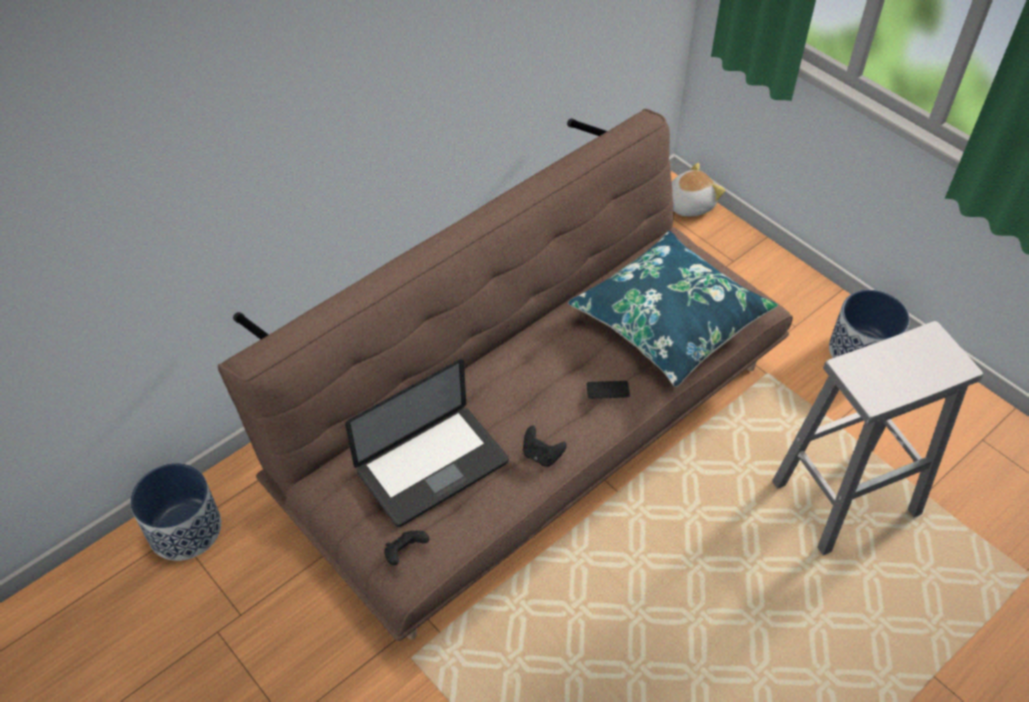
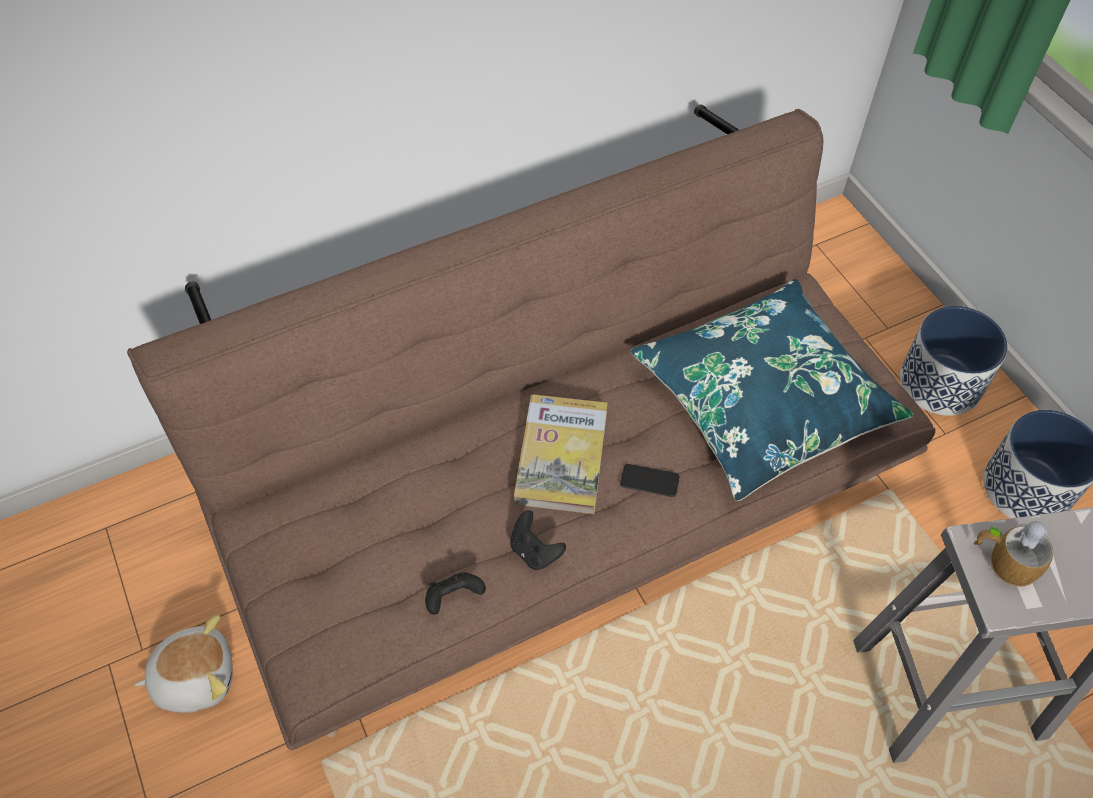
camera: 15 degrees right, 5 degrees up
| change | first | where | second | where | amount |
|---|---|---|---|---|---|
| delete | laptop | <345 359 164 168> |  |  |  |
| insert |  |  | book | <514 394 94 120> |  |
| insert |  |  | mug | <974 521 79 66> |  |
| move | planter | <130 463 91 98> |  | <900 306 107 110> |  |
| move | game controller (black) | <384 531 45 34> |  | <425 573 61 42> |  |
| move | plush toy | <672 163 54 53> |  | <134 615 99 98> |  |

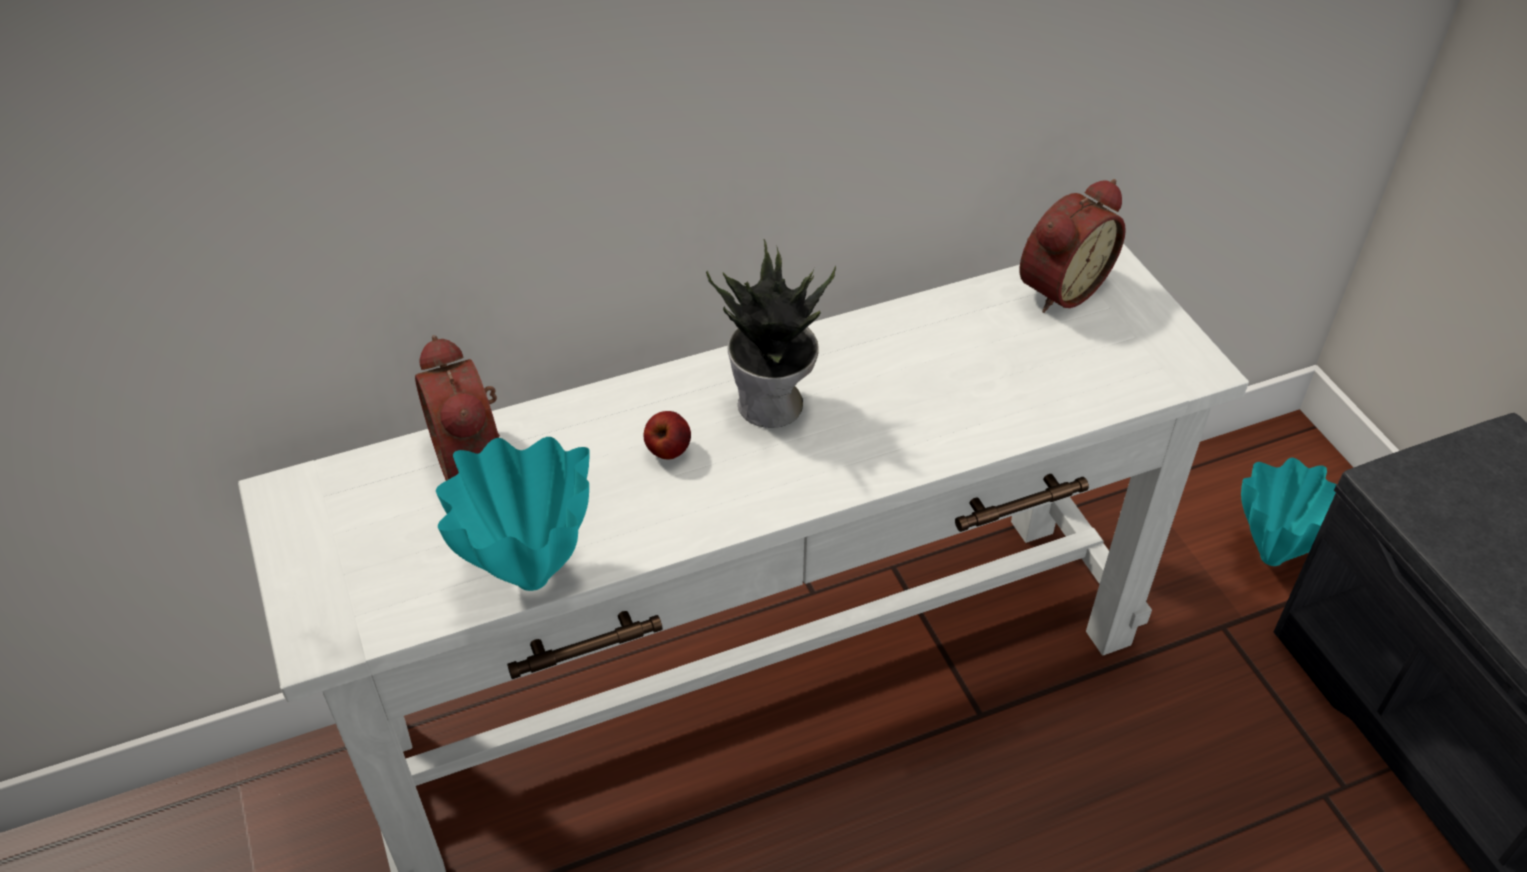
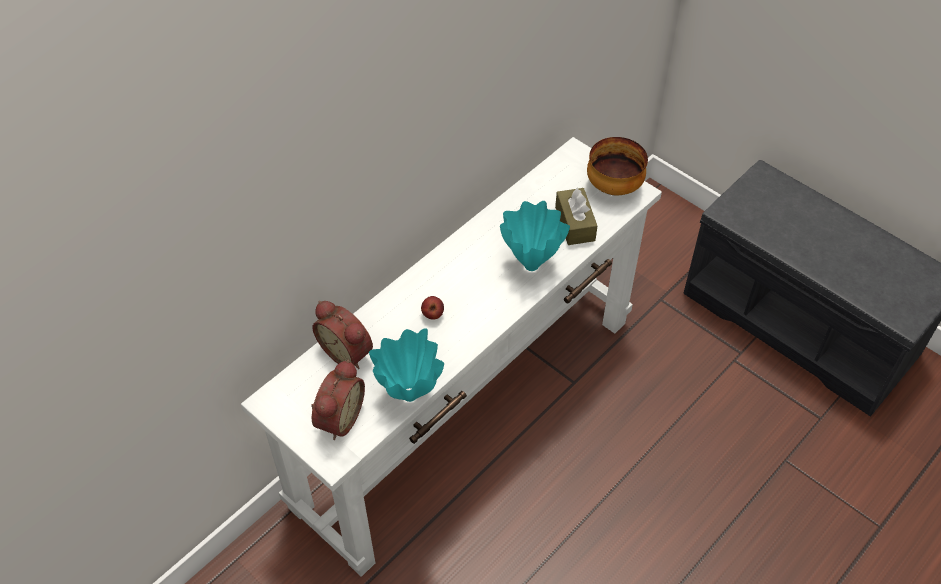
camera: 25 degrees left, 5 degrees up
| change | first | where | second | where | amount |
|---|---|---|---|---|---|
| delete | potted plant | <706 239 130 189> |  |  |  |
| insert |  |  | tissue box (brown) | <555 188 42 57> |  |
| insert |  |  | bowl | <587 137 61 58> |  |
| move | alarm clock | <1020 179 106 134> |  | <311 360 54 80> |  |
| move | vase (turquoise) | <1241 458 96 108> |  | <500 201 70 70> |  |

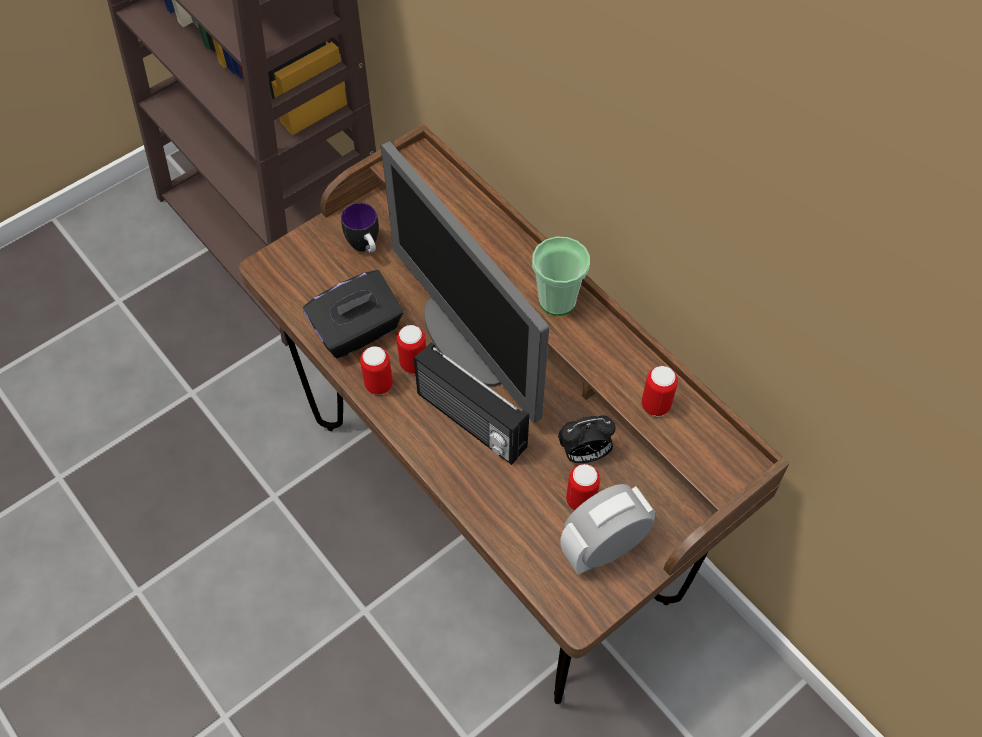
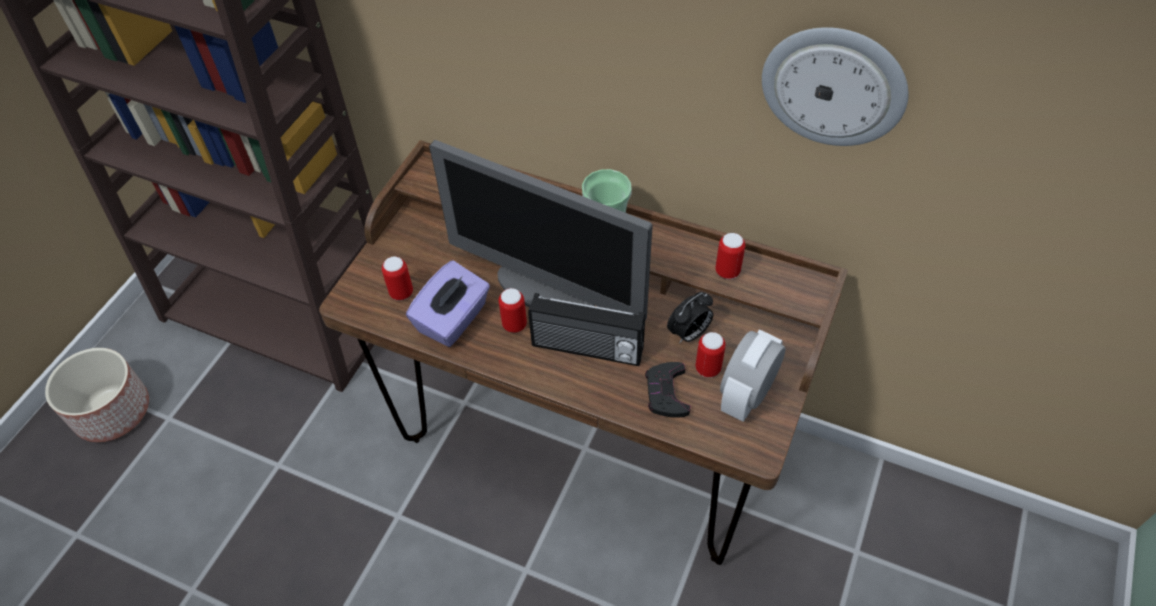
camera: 25 degrees left, 5 degrees down
| change | first | where | second | where | amount |
|---|---|---|---|---|---|
| delete | mug | <341 203 38 50> |  |  |  |
| insert |  |  | planter | <45 348 104 94> |  |
| insert |  |  | game controller (black) | <645 362 45 56> |  |
| insert |  |  | wall clock | <762 27 147 119> |  |
| move | can | <360 346 33 48> |  | <382 256 31 44> |  |
| recolor | tissue box (black) | <303 270 100 89> | tissue box (purple) | <406 260 84 87> |  |

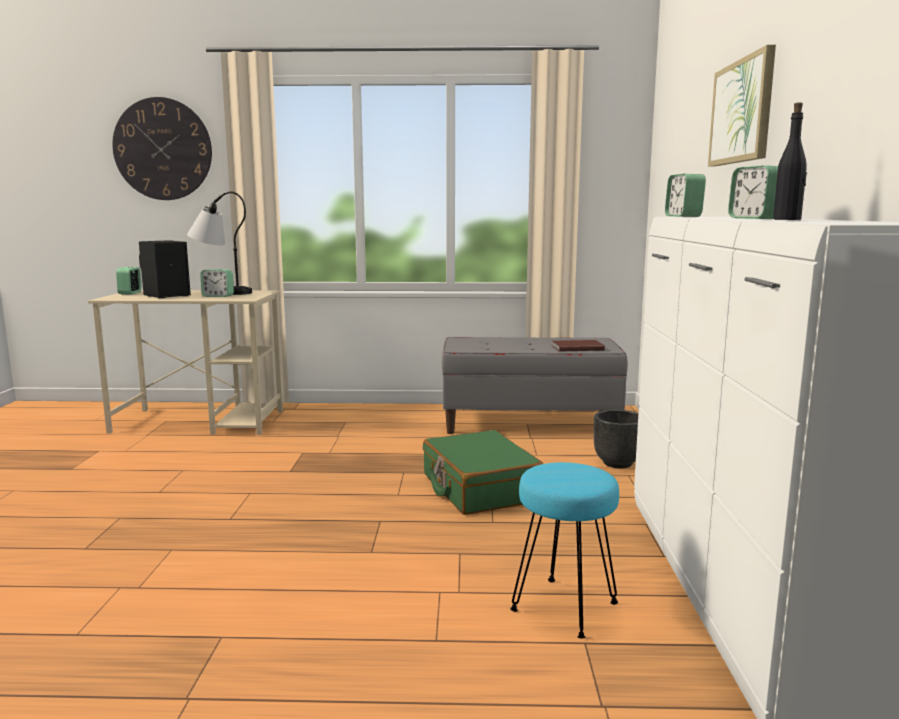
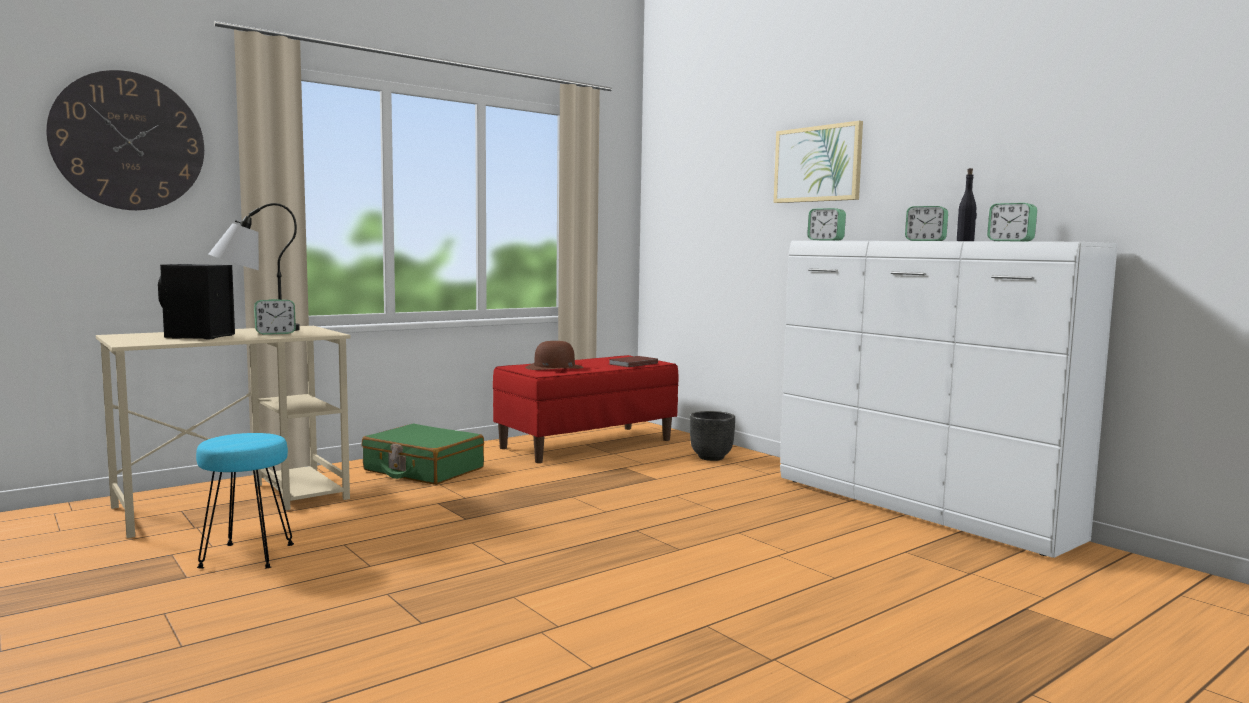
camera: 40 degrees left, 5 degrees down
| change | first | where | second | where | amount |
|---|---|---|---|---|---|
| insert |  |  | hat (brown) | <525 341 59 29> |  |
| move | alarm clock | <116 267 25 27> |  | <987 203 50 38> |  |
| move | suitcase (green) | <423 430 120 85> |  | <361 423 123 62> |  |
| move | stool (turquoise) | <510 462 109 177> |  | <196 433 98 136> |  |
| recolor | bench (grey) | <442 337 186 97> | bench (red) | <493 355 185 108> |  |

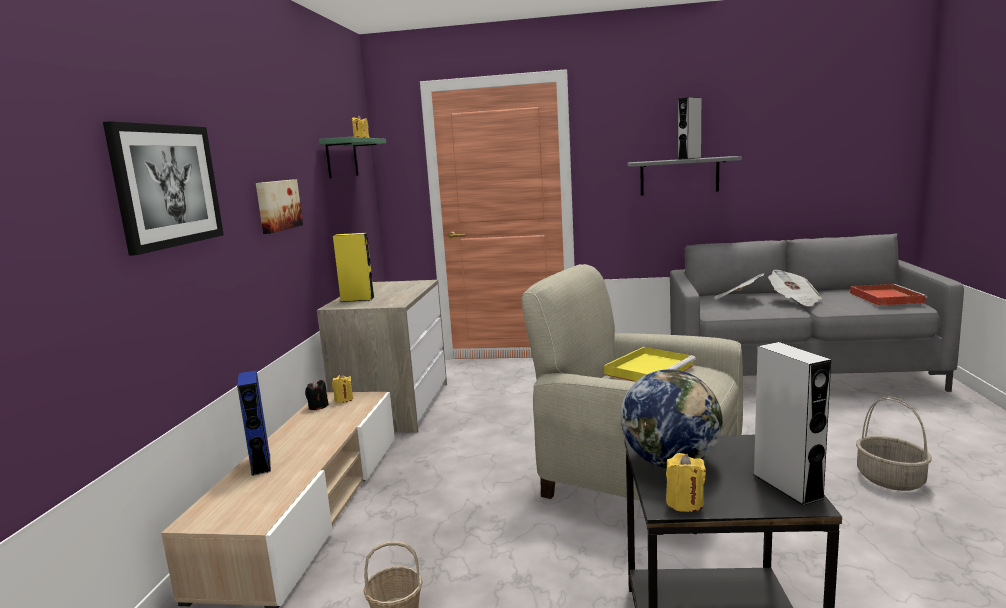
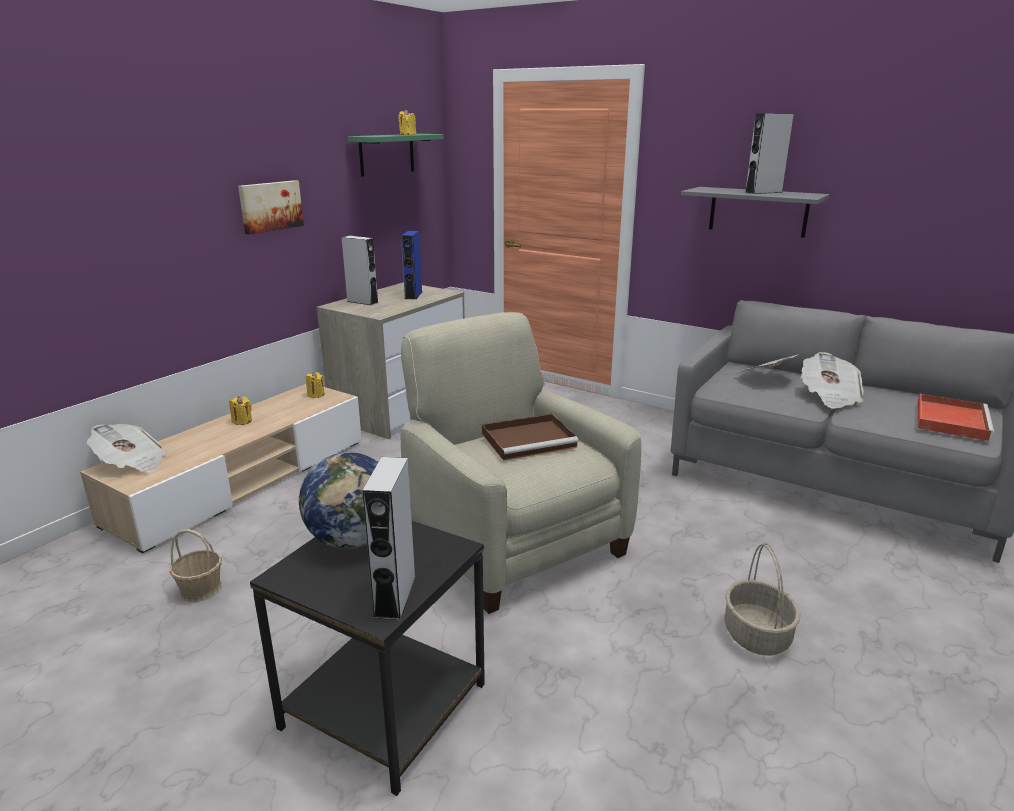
camera: 25 degrees right, 10 degrees up
| change | first | where | second | where | amount |
|---|---|---|---|---|---|
| delete | picture | <103 121 121 135> |  |  |  |
| delete | candle (black) | <305 380 24 30> |  |  |  |
| insert |  |  | newspaper | <87 424 80 49> |  |
| move | speaker (blue) | <237 370 34 106> |  | <401 231 21 68> |  |
| move | candle (yellow) | <666 453 40 59> |  | <229 396 23 29> |  |
| recolor | speaker (yellow) | <333 233 42 69> | speaker (grey) | <342 236 37 69> |  |
| recolor | tray (yellow) | <604 347 92 35> | tray (brown) | <482 414 97 47> |  |

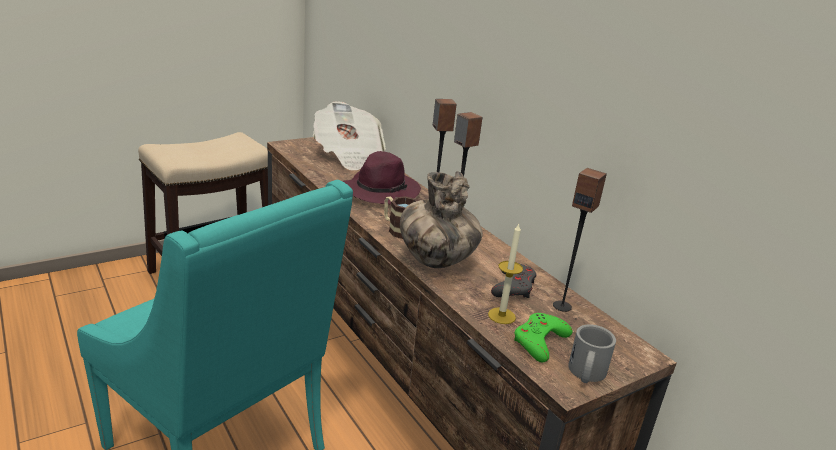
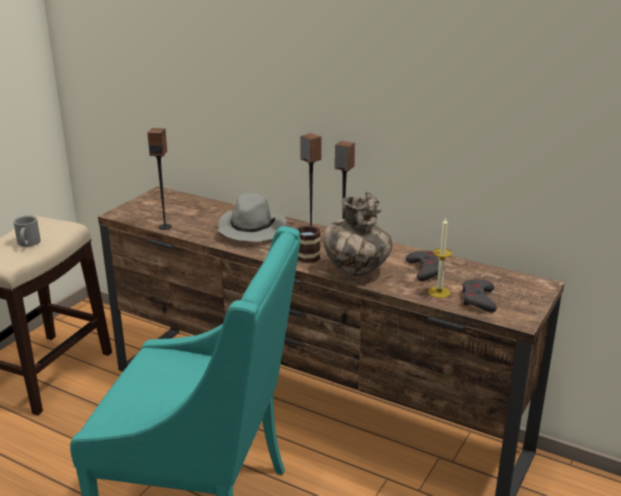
camera: 25 degrees left, 0 degrees up
| change | first | where | second | where | amount |
|---|---|---|---|---|---|
| delete | newspaper | <313 102 73 69> |  |  |  |
| move | speaker | <553 168 54 144> |  | <147 128 25 102> |  |
| move | mug (grey) | <568 324 48 59> |  | <13 216 28 31> |  |
| recolor | hat (purple) | <343 151 78 53> | hat (grey) | <217 193 69 49> |  |
| recolor | game controller (green) | <514 313 59 49> | game controller (grey) | <462 279 35 34> |  |

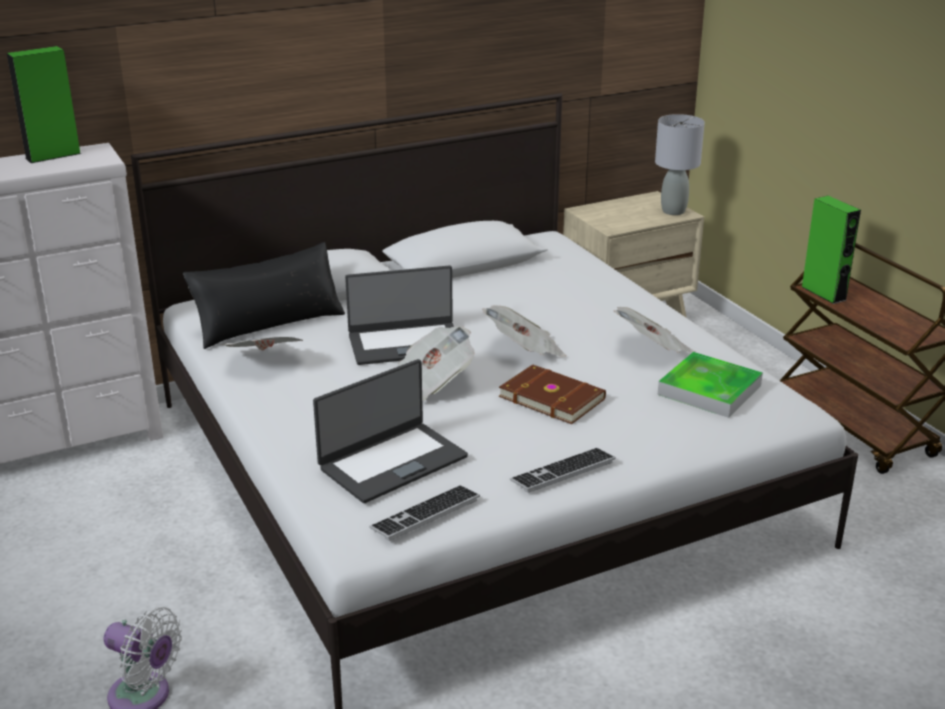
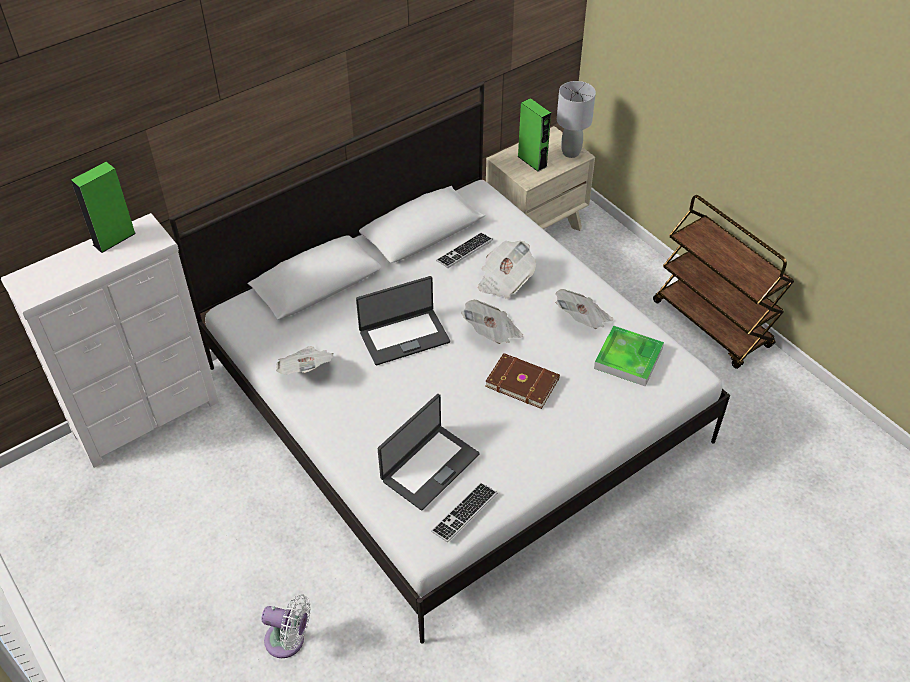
camera: 10 degrees left, 20 degrees up
| change | first | where | second | where | amount |
|---|---|---|---|---|---|
| delete | pillow (black) | <183 242 162 107> |  |  |  |
| move | newspaper | <398 326 77 75> |  | <478 241 58 57> |  |
| move | keyboard | <510 448 106 45> |  | <436 233 57 35> |  |
| move | speaker (green) | <802 196 59 108> |  | <517 98 34 74> |  |

